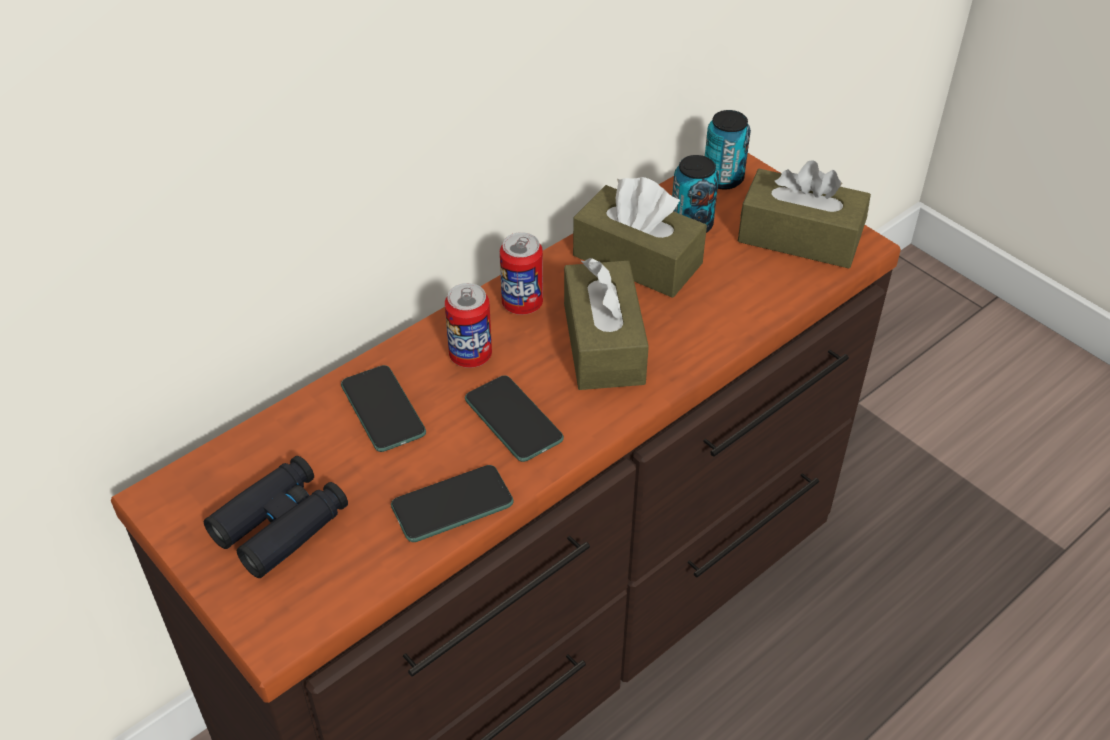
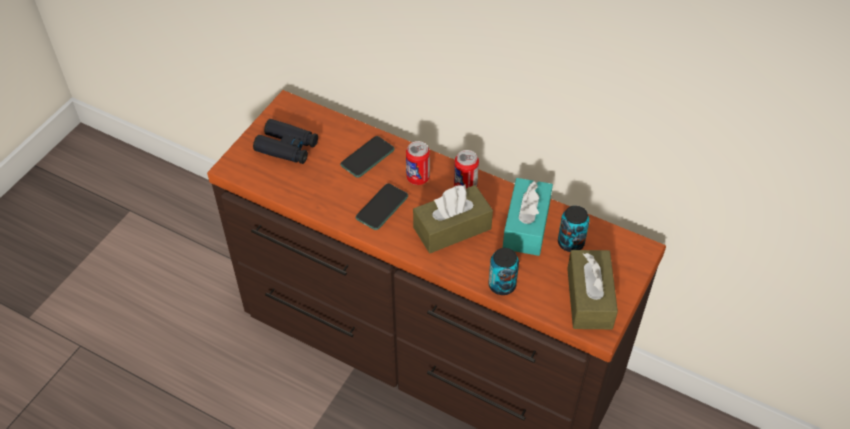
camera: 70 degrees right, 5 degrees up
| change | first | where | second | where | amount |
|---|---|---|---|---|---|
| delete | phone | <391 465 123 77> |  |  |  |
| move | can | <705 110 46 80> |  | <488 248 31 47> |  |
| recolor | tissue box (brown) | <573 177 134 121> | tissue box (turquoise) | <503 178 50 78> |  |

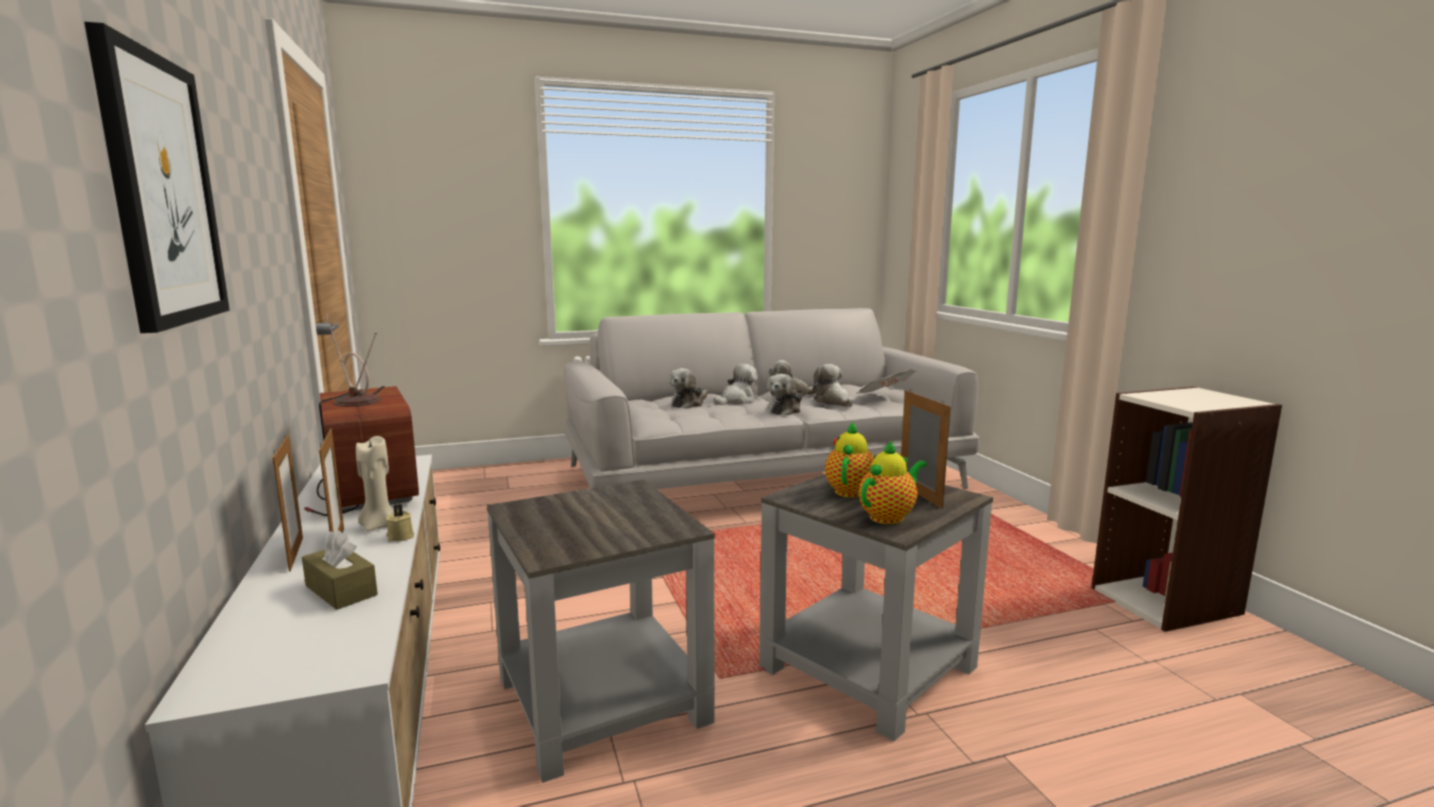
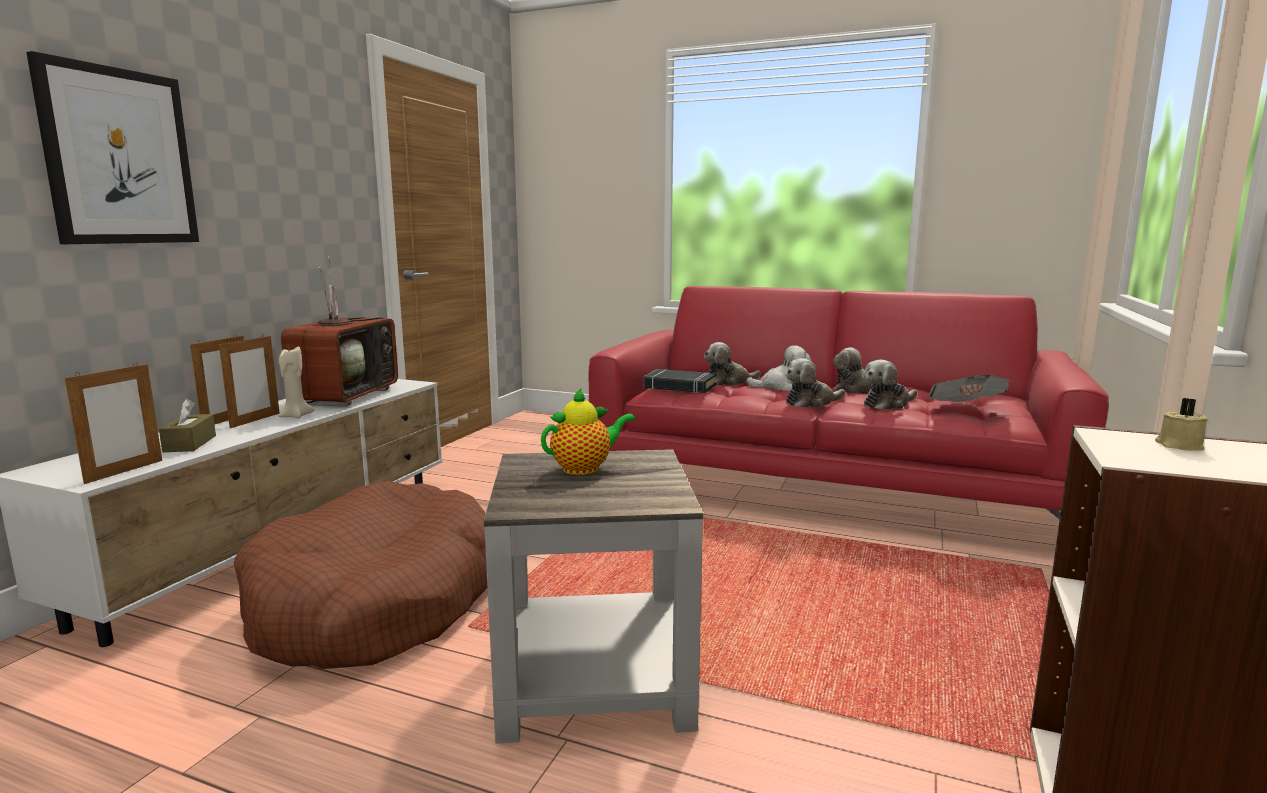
camera: 40 degrees right, 0 degrees up
| change | first | where | second | where | amount |
|---|---|---|---|---|---|
| delete | teapot | <859 440 68 84> |  |  |  |
| insert |  |  | book (black) | <644 369 73 24> |  |
| move | candle (beige) | <386 504 28 38> |  | <1155 398 53 53> |  |
| move | picture frame | <901 390 50 118> |  | <65 362 97 122> |  |
| replace | side table (grey) | <487 479 228 304> | dog bed (brown) | <234 481 253 188> |  |
| recolor | sofa (grey) | <564 308 416 181> | sofa (red) | <588 286 521 233> |  |
| rotate | plush toy | <813 364 40 43> |  | <864 360 53 50> | 135 degrees counterclockwise |

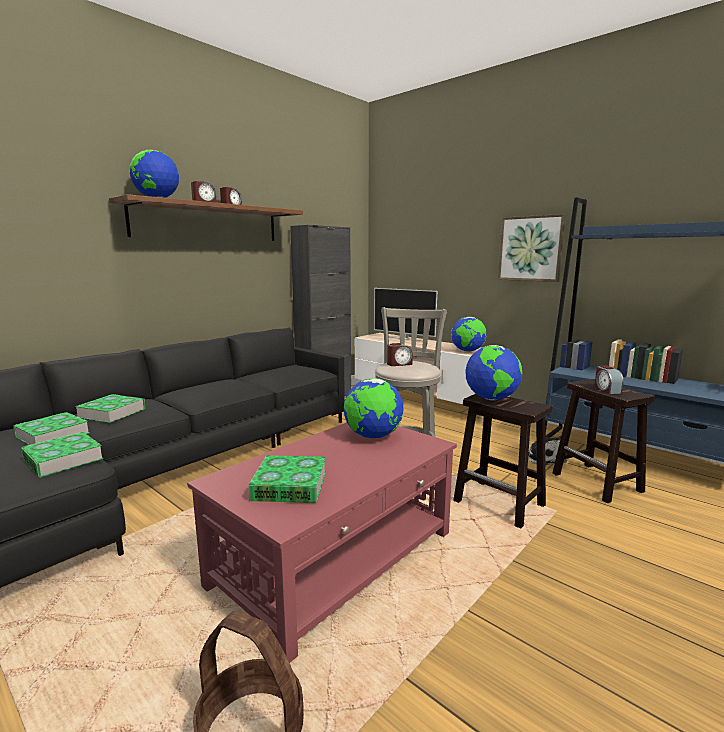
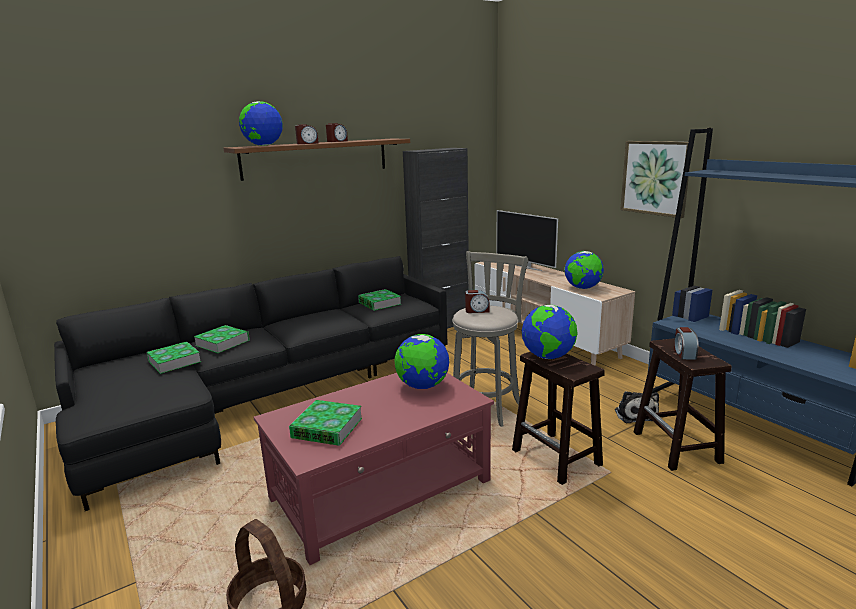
camera: 15 degrees right, 5 degrees up
| change | first | where | second | where | amount |
|---|---|---|---|---|---|
| move | book | <21 432 82 46> |  | <358 289 43 22> |  |

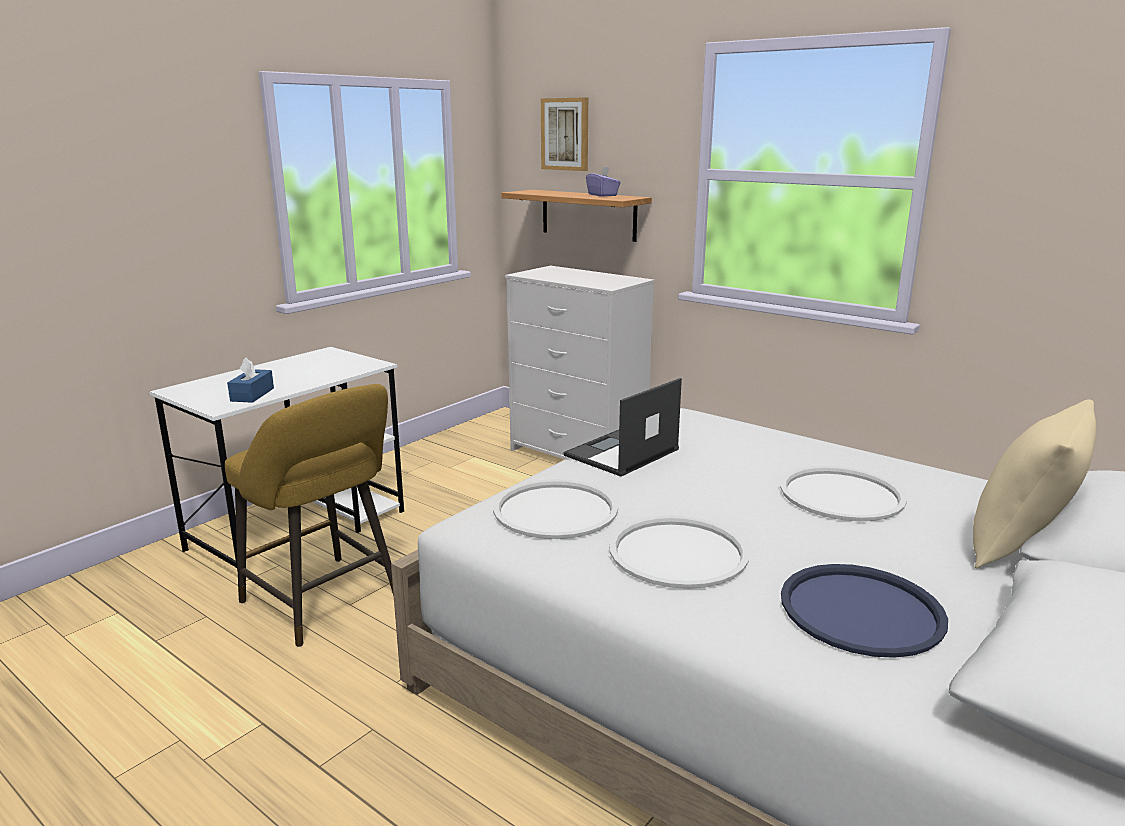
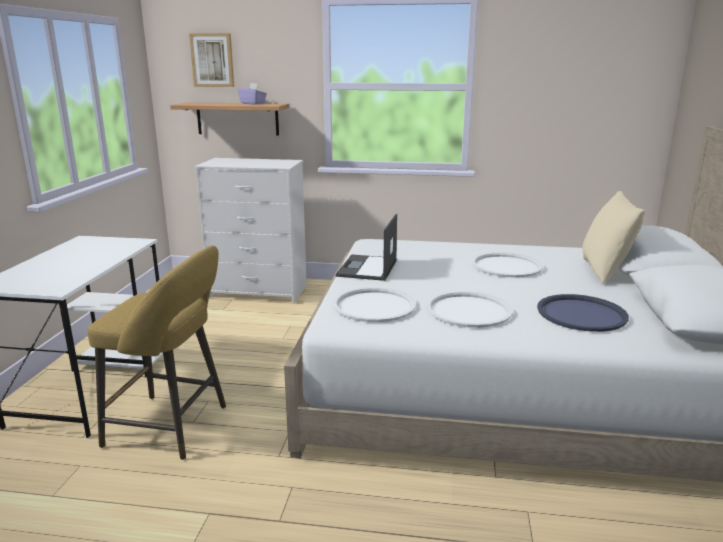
camera: 30 degrees left, 0 degrees up
| change | first | where | second | where | amount |
|---|---|---|---|---|---|
| delete | tissue box (blue) | <227 358 47 45> |  |  |  |

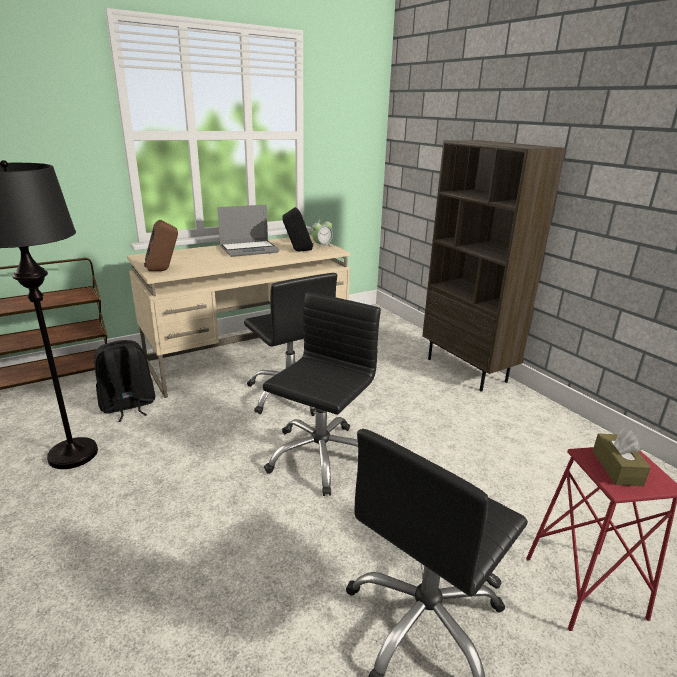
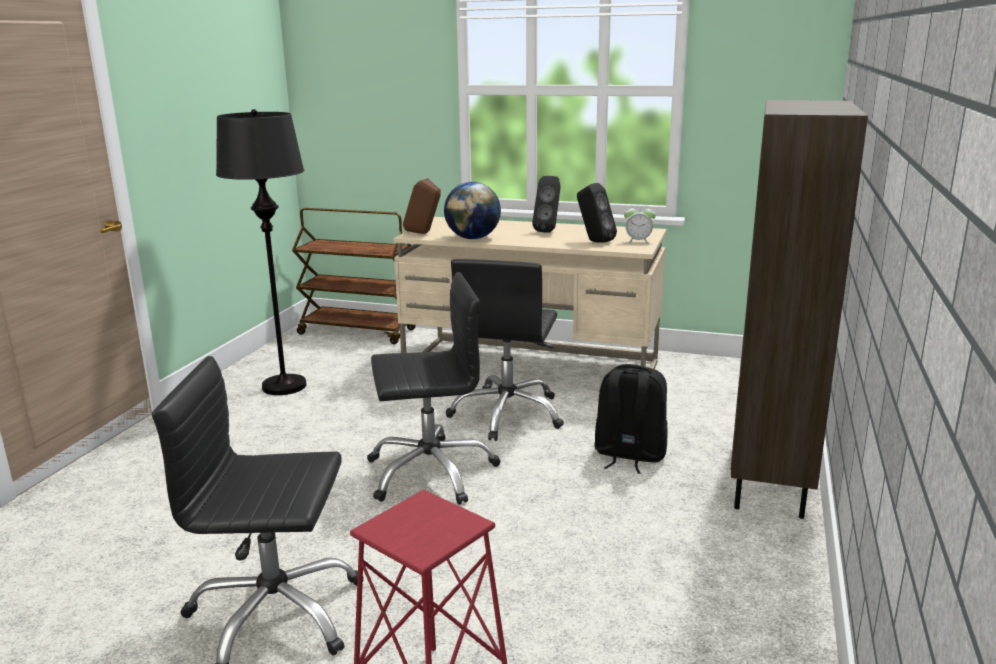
camera: 50 degrees right, 5 degrees down
| change | first | where | second | where | amount |
|---|---|---|---|---|---|
| delete | tissue box (brown) | <593 428 58 58> |  |  |  |
| insert |  |  | globe | <444 182 57 57> |  |
| move | backpack (black) | <94 340 61 82> |  | <594 364 74 110> |  |
| replace | laptop | <217 205 63 52> | speaker (black) | <532 176 29 57> |  |

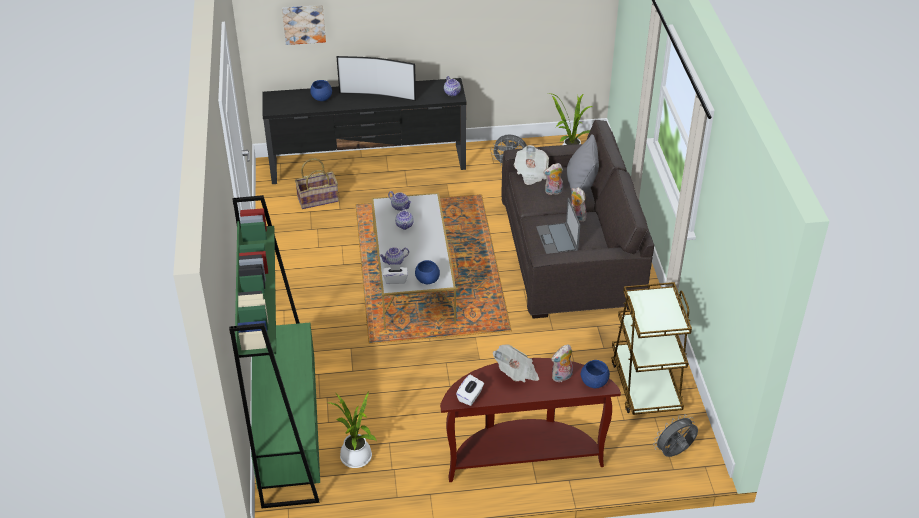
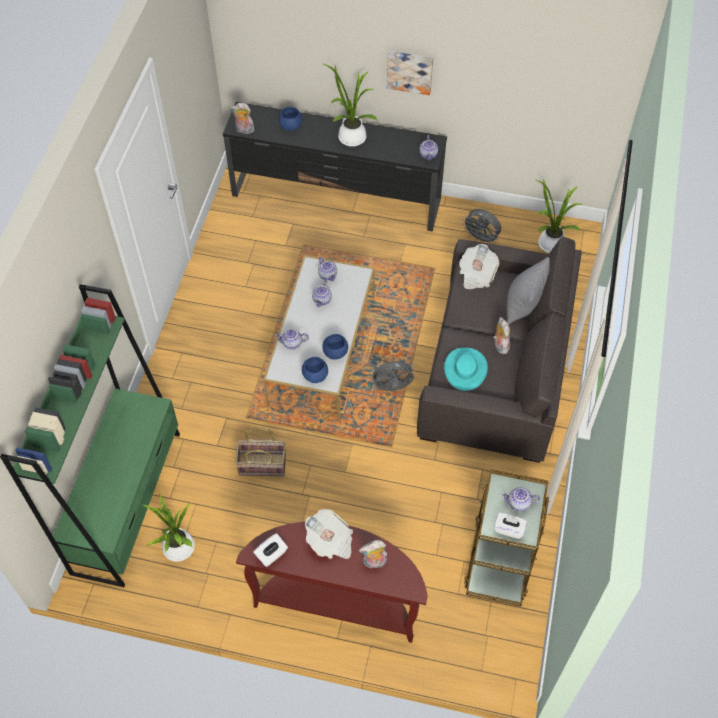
camera: 20 degrees right, 15 degrees up
| change | first | where | second | where | amount |
|---|---|---|---|---|---|
| insert |  |  | teapot | <501 487 39 24> |  |
| move | picture | <282 5 44 40> |  | <387 51 46 44> |  |
| move | basket | <295 158 44 51> |  | <235 427 51 49> |  |
| move | tissue box (white) | <383 264 25 20> |  | <494 513 33 26> |  |
| move | plush toy | <543 163 20 32> |  | <230 103 24 31> |  |
| move | bowl (blue) | <581 360 29 28> |  | <323 334 25 26> |  |
| move | fan (grey) | <653 414 45 43> |  | <370 358 45 33> |  |
| replace | television | <337 56 79 45> | potted plant | <324 64 54 83> |  |
| replace | laptop | <536 198 44 56> | hat (turquoise) | <444 347 44 44> |  |

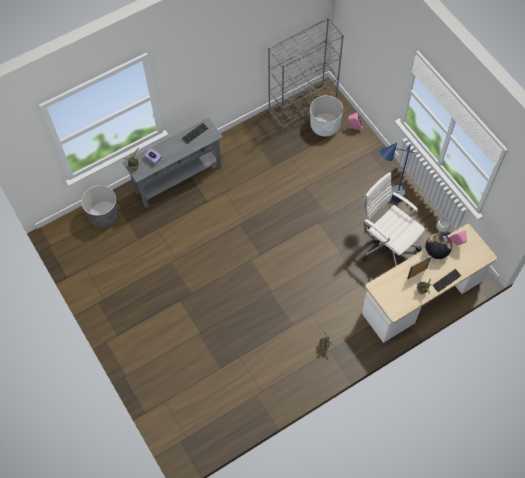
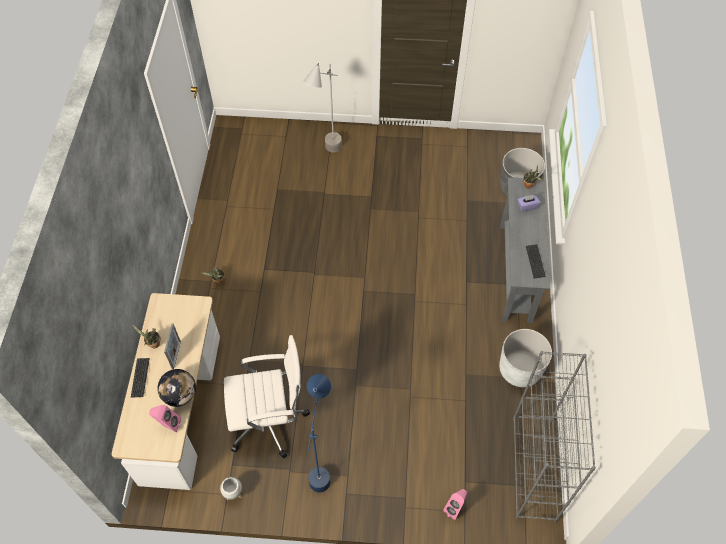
camera: 125 degrees right, 5 degrees down
| change | first | where | second | where | amount |
|---|---|---|---|---|---|
| insert |  |  | floor lamp (grey) | <303 63 39 89> |  |
| move | planter (white) | <310 95 33 42> |  | <499 329 53 58> |  |

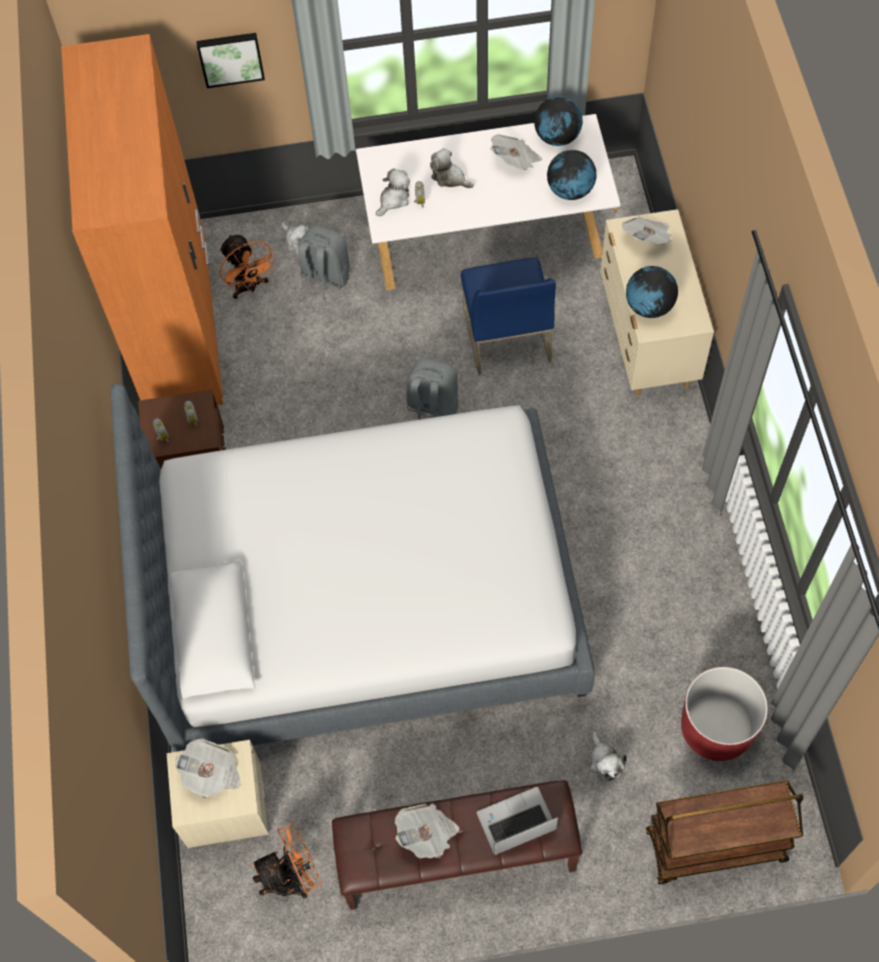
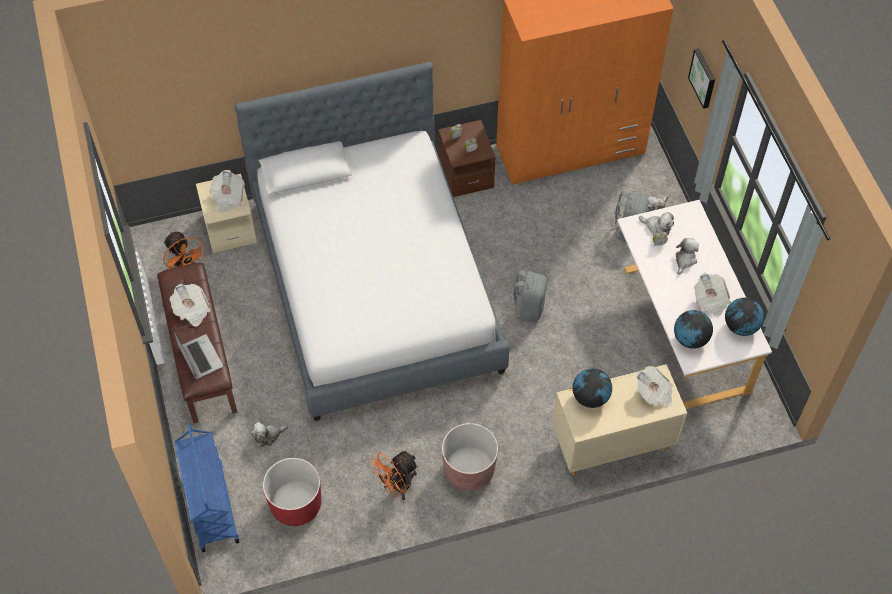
camera: 80 degrees right, 5 degrees down
| change | first | where | second | where | amount |
|---|---|---|---|---|---|
| delete | chair (blue) | <461 258 95 117> |  |  |  |
| insert |  |  | planter (brown) | <442 423 56 68> |  |
| move | fan (orange) | <219 234 57 65> |  | <369 451 49 49> |  |
| recolor | cart (brown) | <645 780 159 104> | cart (blue) | <174 423 65 129> |  |

